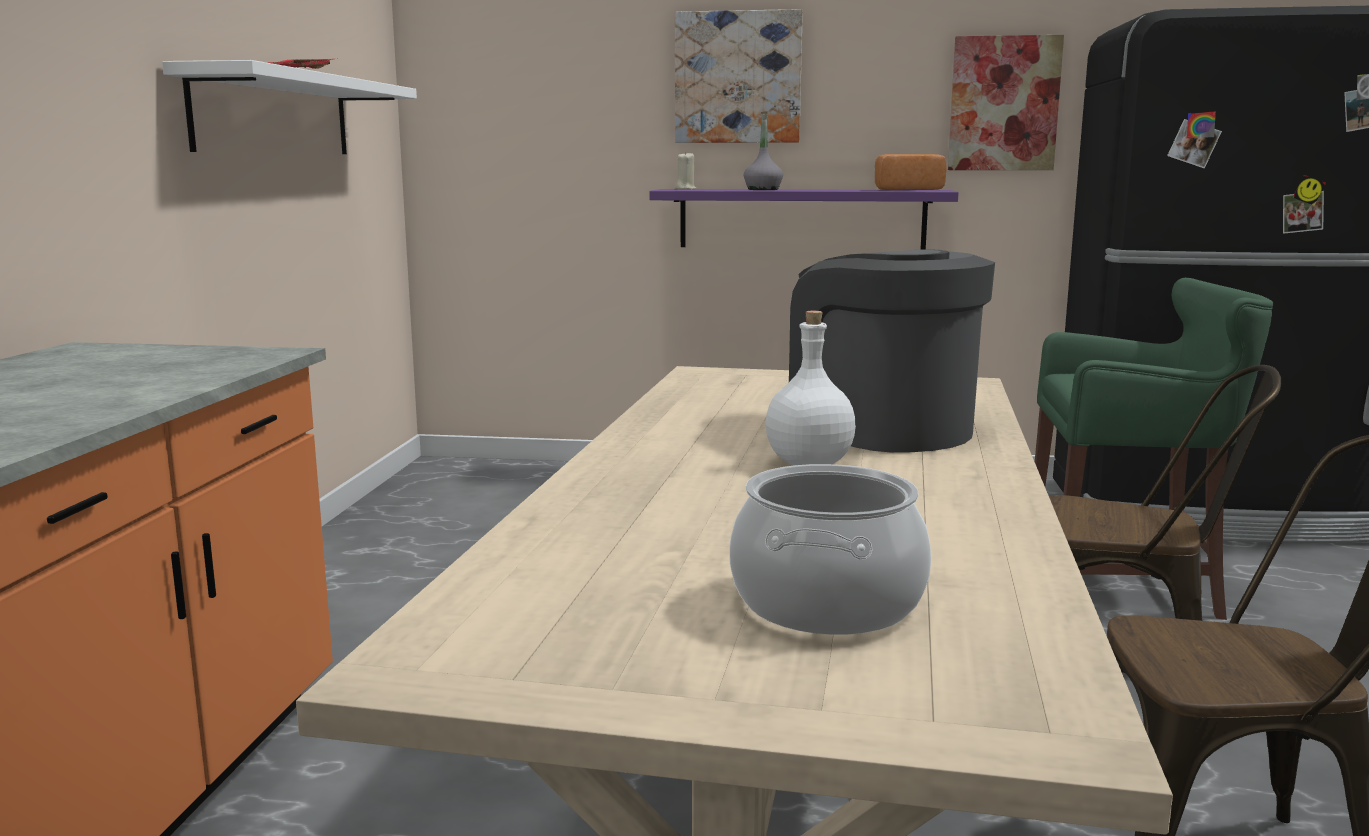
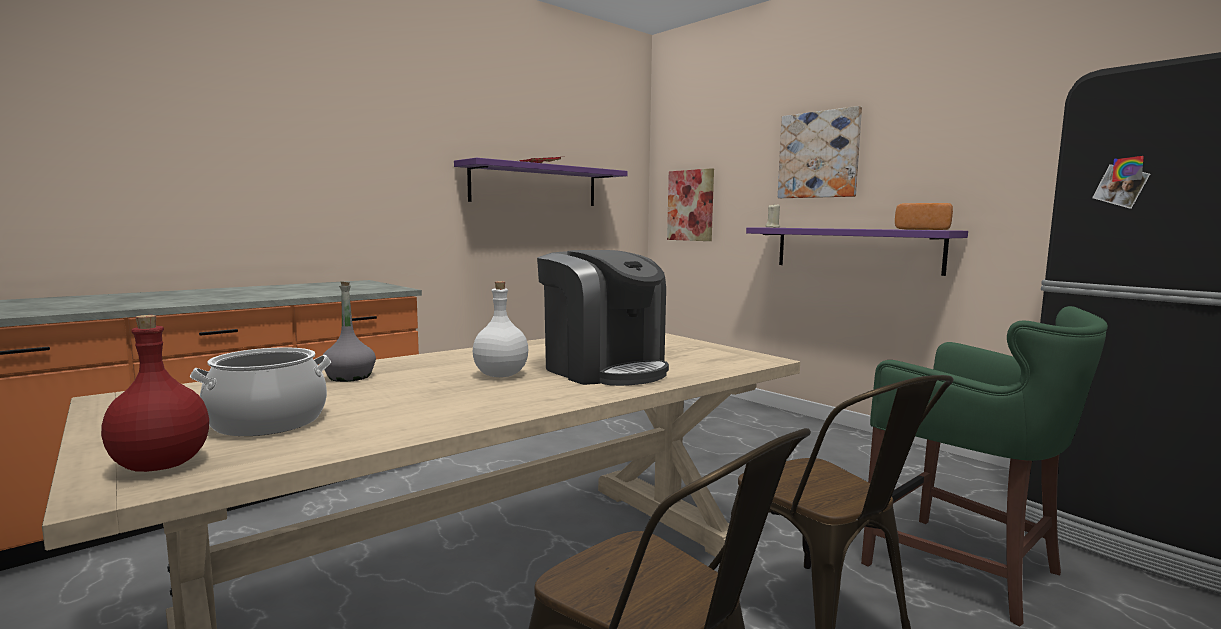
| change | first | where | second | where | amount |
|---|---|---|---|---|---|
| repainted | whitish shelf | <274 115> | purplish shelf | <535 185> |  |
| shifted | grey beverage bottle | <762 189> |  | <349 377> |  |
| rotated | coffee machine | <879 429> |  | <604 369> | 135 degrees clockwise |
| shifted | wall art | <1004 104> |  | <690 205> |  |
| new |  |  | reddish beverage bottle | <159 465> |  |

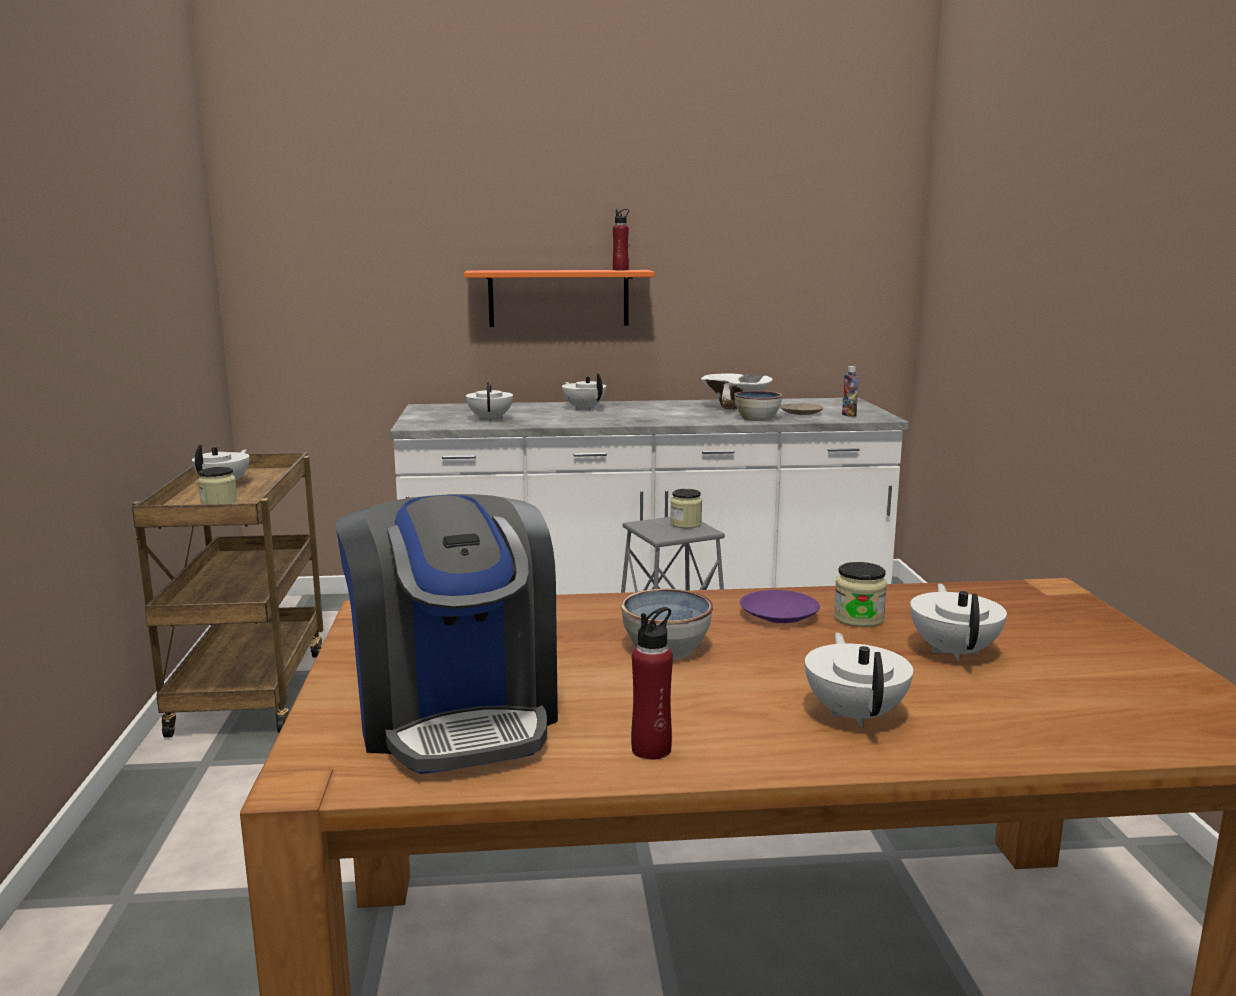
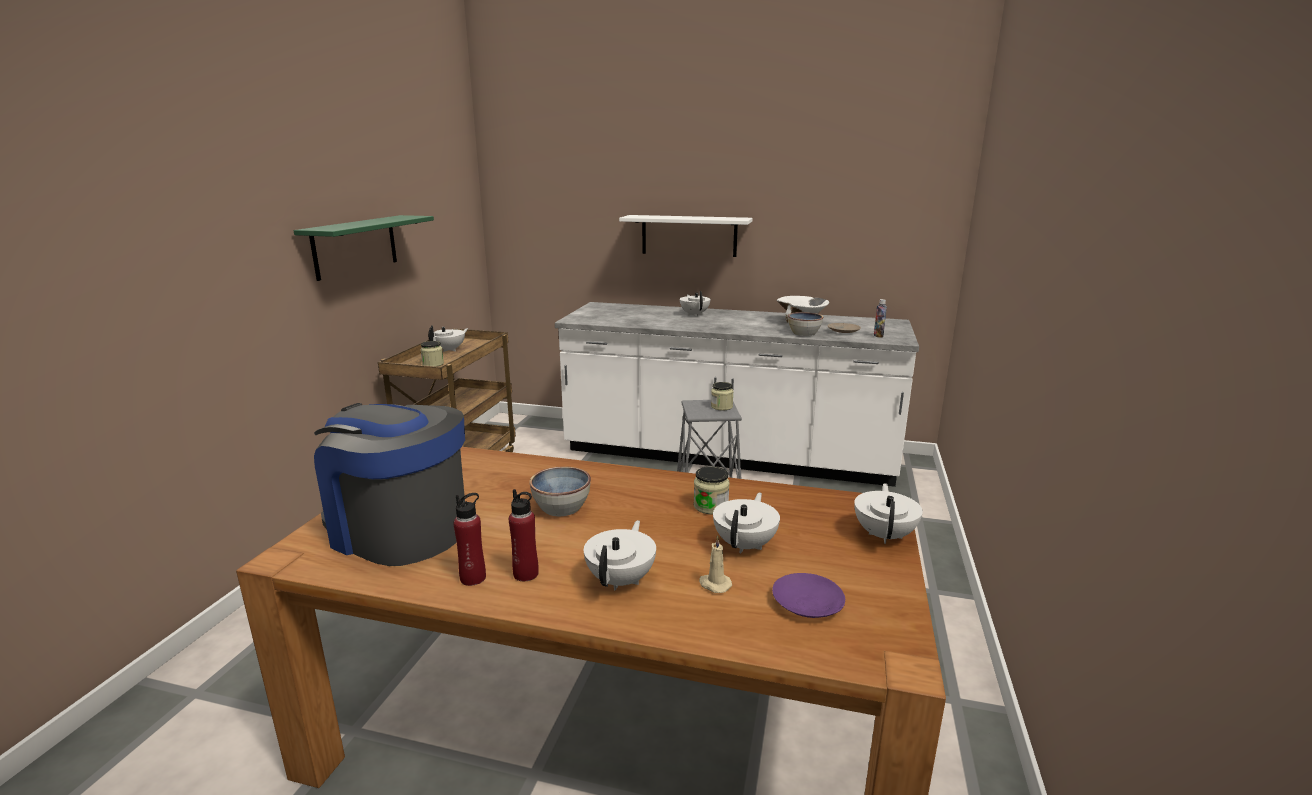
| change | first | where | second | where | amount |
|---|---|---|---|---|---|
| rotated | coffee machine | <456 713> |  | <398 530> | 120 degrees clockwise |
| repainted | orange-coloured shelf | <558 298> | whitish shelf | <689 235> |  |
| shifted | whitish pot for tea | <490 419> |  | <884 535> |  |
| shifted | reddish beverage bottle | <620 270> |  | <526 574> |  |
| shifted | purplish plate | <779 615> |  | <808 603> |  |
| new |  |  | greenish shelf | <355 246> |  |
| new |  |  | beige-coloured wax light | <714 584> |  |

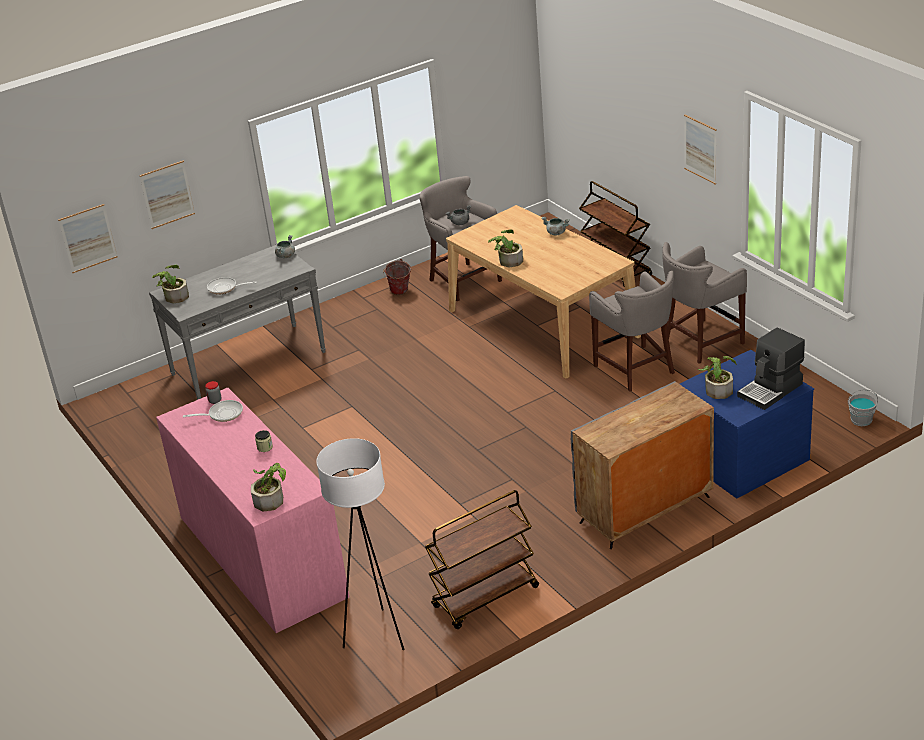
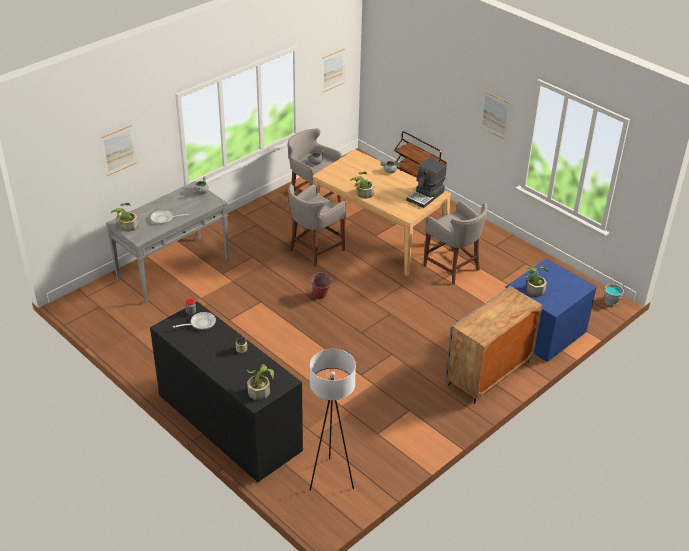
| change | first | where | second | where | amount |
|---|---|---|---|---|---|
| shifted | wall art | <88 238> |  | <333 70> |  |
| repainted | pinkish chest of drawers | <262 555> | black-coloured chest of drawers | <229 422> |  |
| shifted | water bucket | <399 293> |  | <320 296> |  |
| gone | brown-coloured trolley | <485 598> |  |  |  |
| shifted | grey sitting stool | <700 342> |  | <315 250> |  |
| shifted | coffee machine | <771 390> |  | <426 196> |  |

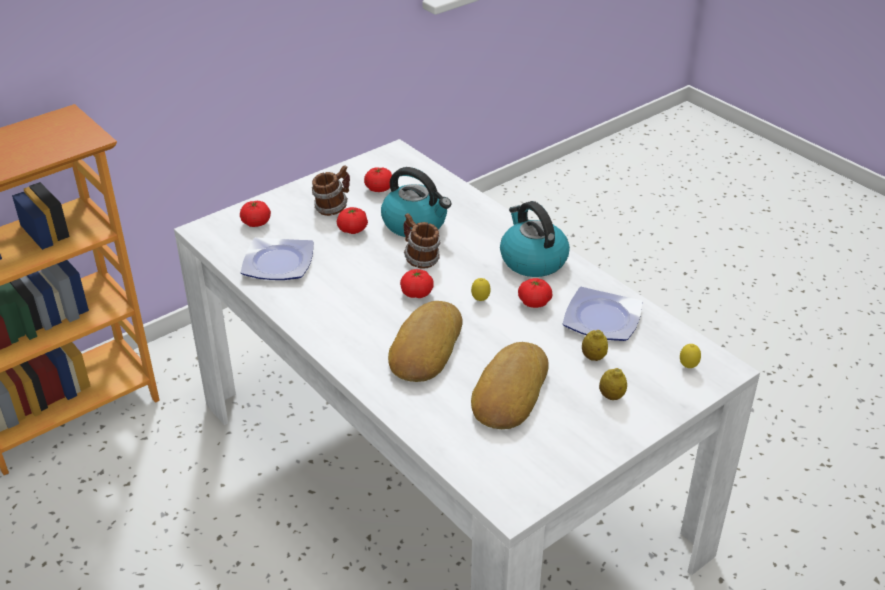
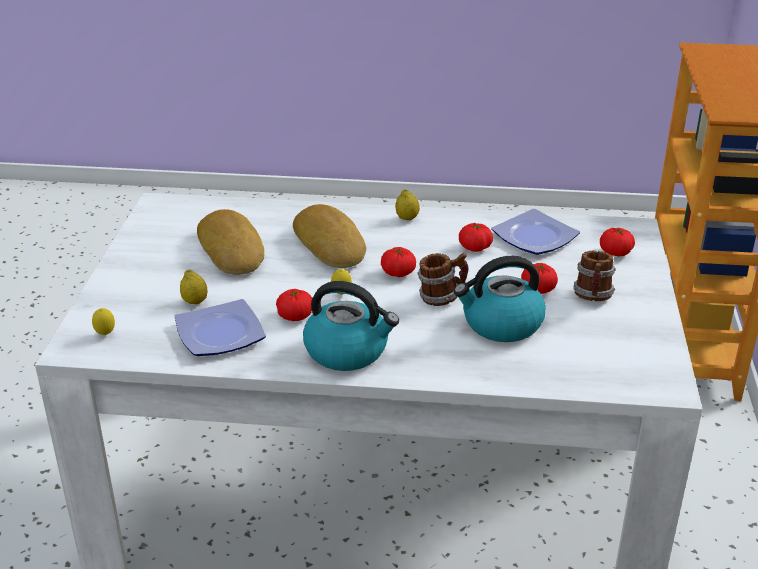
| change | first | where | second | where | amount |
|---|---|---|---|---|---|
| shifted | tomato | <379 188> |  | <475 248> |  |
| shifted | citrus fruit | <611 396> |  | <407 218> |  |

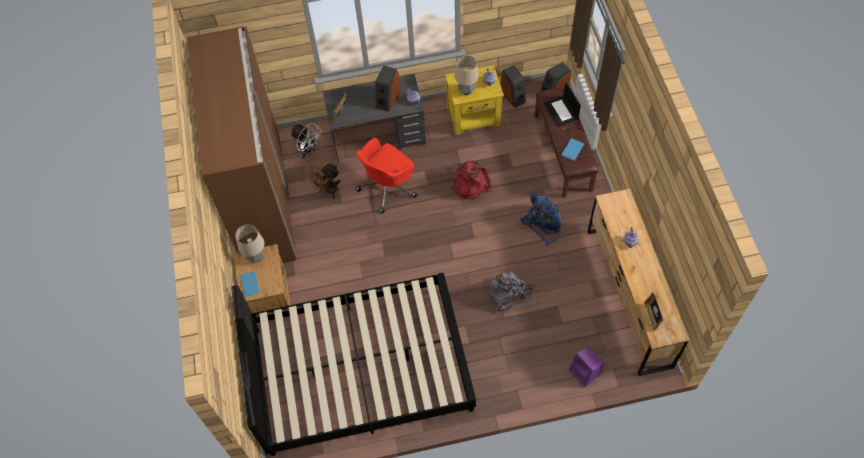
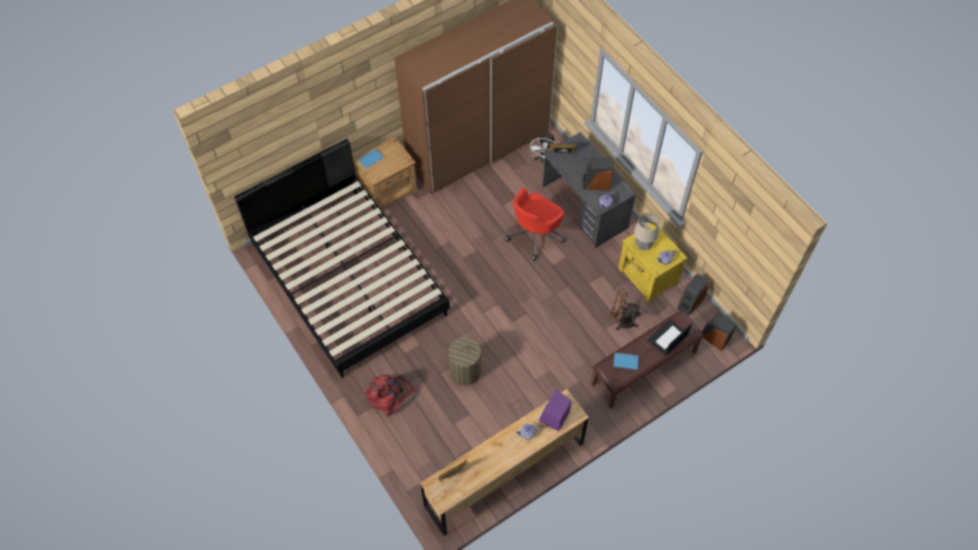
| change | first | where | second | where | amount |
|---|---|---|---|---|---|
| gone | tabletop lamp | <256 257> |  |  |  |
| shifted | brown-coloured electric fan | <328 191> |  | <621 321> |  |
| rotated | reddish office chair | <388 187> |  | <534 234> | 75 degrees counterclockwise |
| shifted | reddish backpack | <470 184> |  | <389 395> |  |
| swapped | grey backpack | <511 295> | laundry basket | <465 371> |  |
| gone | bluish backpack | <543 223> |  |  |  |
| shifted | purplish audio speaker | <585 372> |  | <553 417> |  |

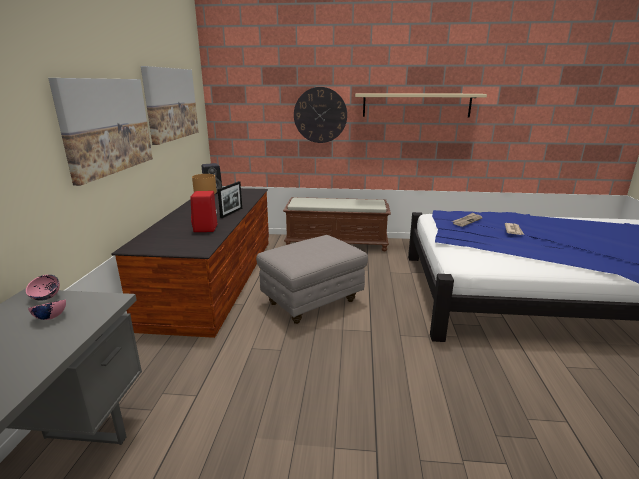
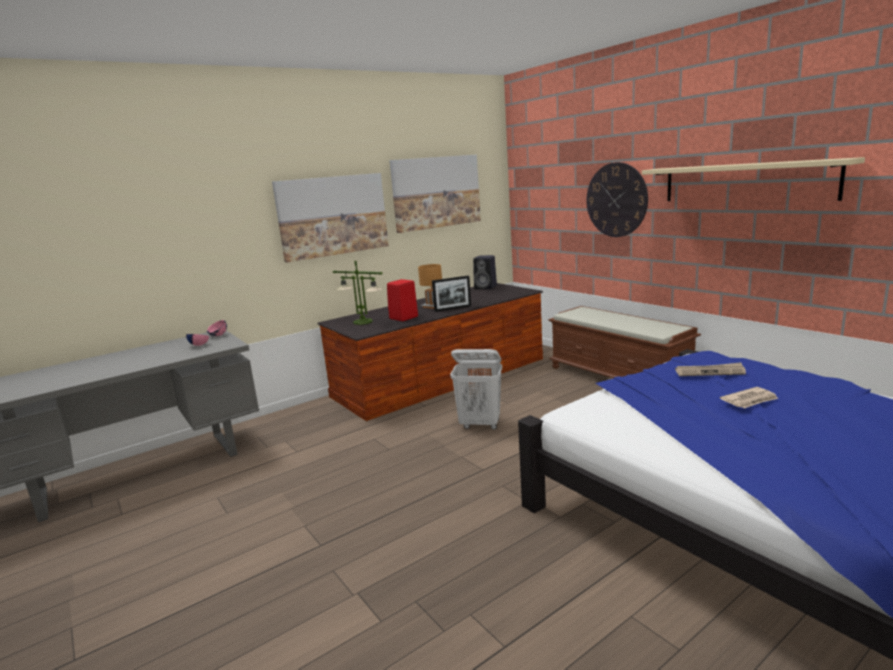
| change | first | where | second | where | amount |
|---|---|---|---|---|---|
| swapped | grey pouffe | <312 302> | whitish laundry basket | <480 424> |  |
| new |  |  | tabletop lamp | <362 322> |  |

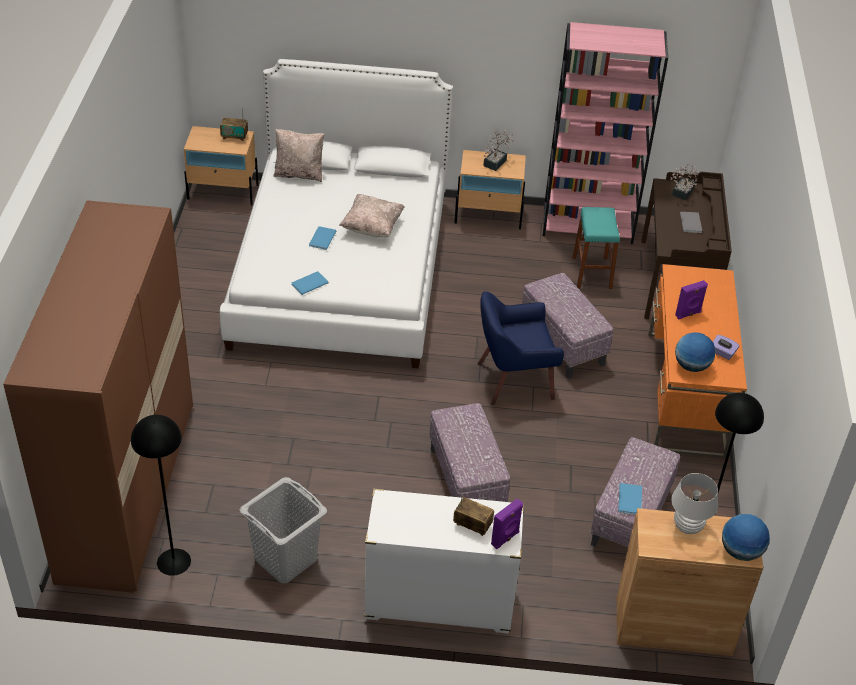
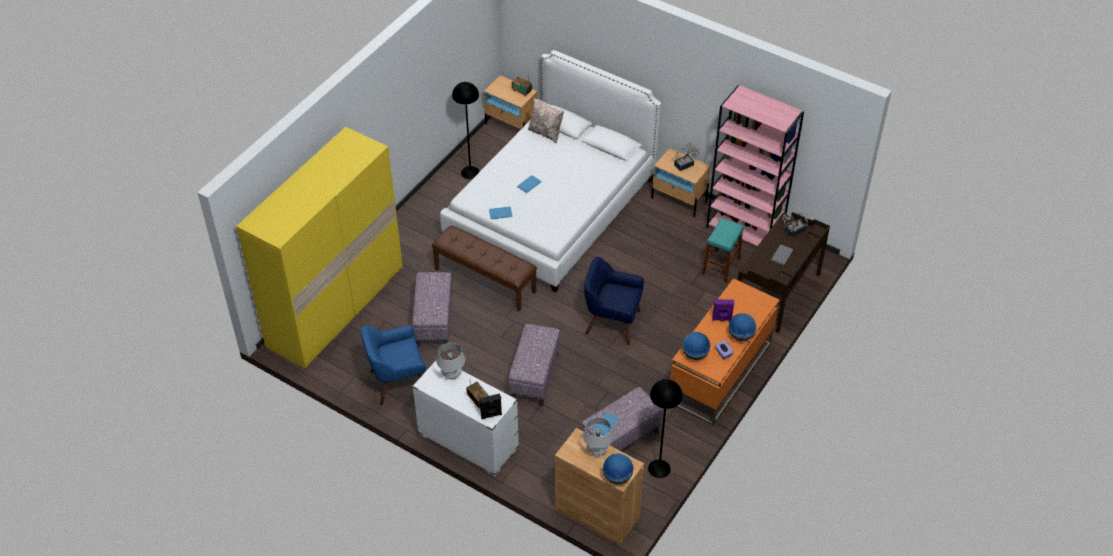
| change | first | where | second | where | amount |
|---|---|---|---|---|---|
| repainted | brown-coloured wardrobe | <128 489> | yellow wardrobe | <336 306> |  |
| shifted | black-coloured standing lamp | <174 561> |  | <470 172> |  |
| swapped | grey laundry basket | <285 559> | bluish armchair | <397 382> |  |
| gone | beige-coloured cushion | <372 227> |  |  |  |
| repainted | purplish audio speaker | <505 538> | black-coloured audio speaker | <491 415> |  |
| shifted | pouffe | <561 343> |  | <433 321> |  |
| new |  |  | brown-coloured long seat | <485 280> |  |
| new |  |  | whitish tabletop lamp | <452 375> |  |
| new |  |  | world globe | <741 336> |  |

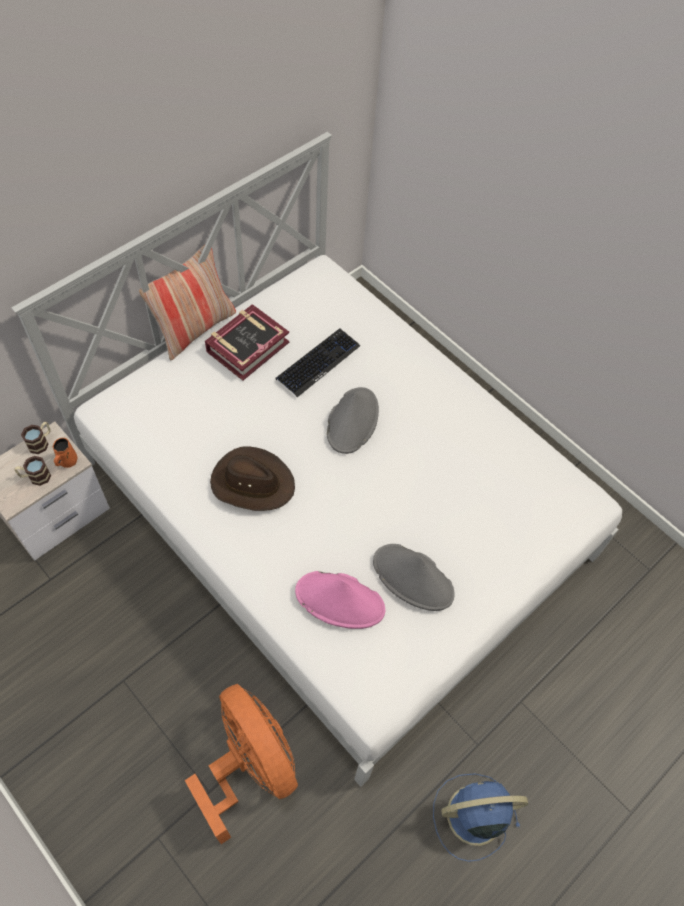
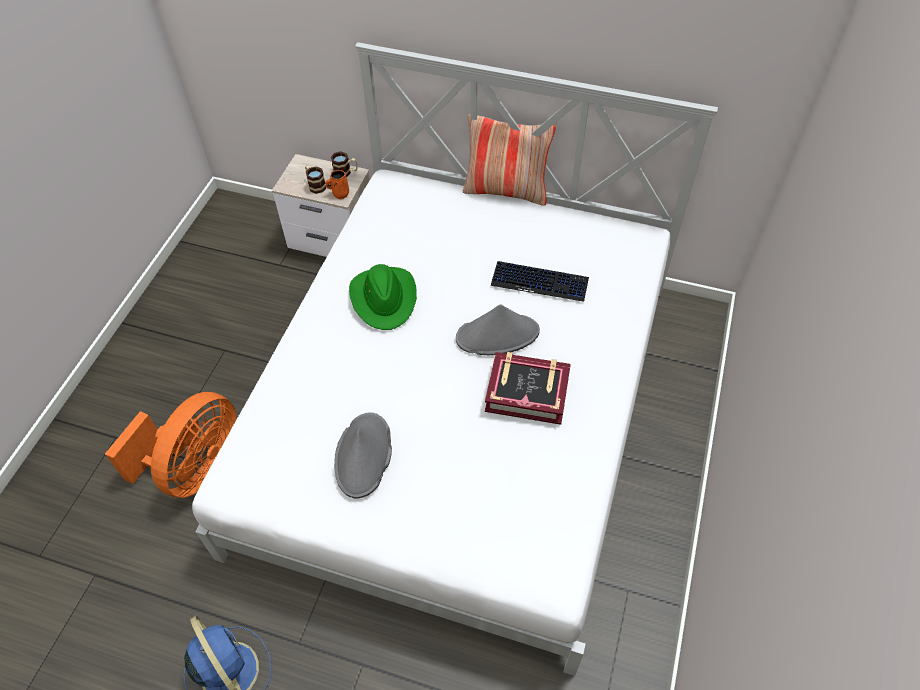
| change | first | where | second | where | amount |
|---|---|---|---|---|---|
| shifted | bound book | <247 346> |  | <527 392> |  |
| repainted | brown-coloured wearable hat | <252 482> | greenish wearable hat | <384 298> |  |
| gone | pinkish wearable hat | <340 600> |  |  |  |

